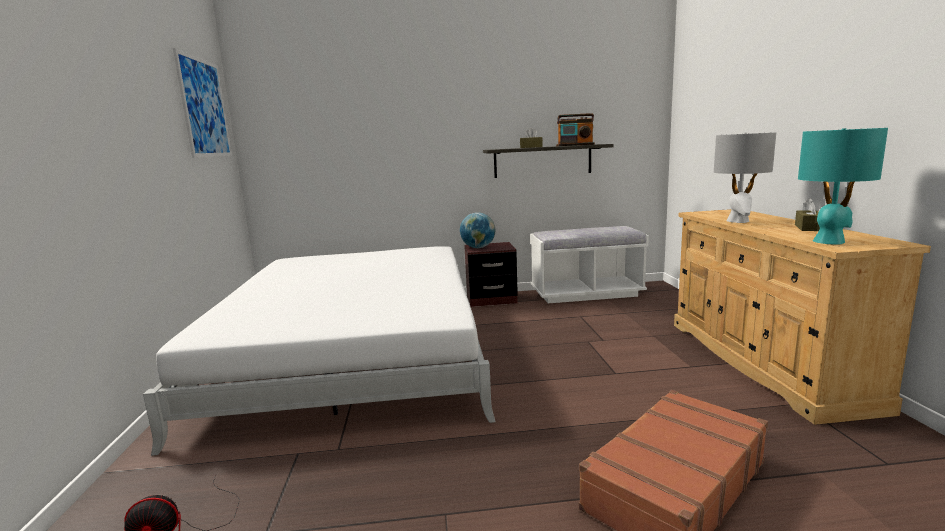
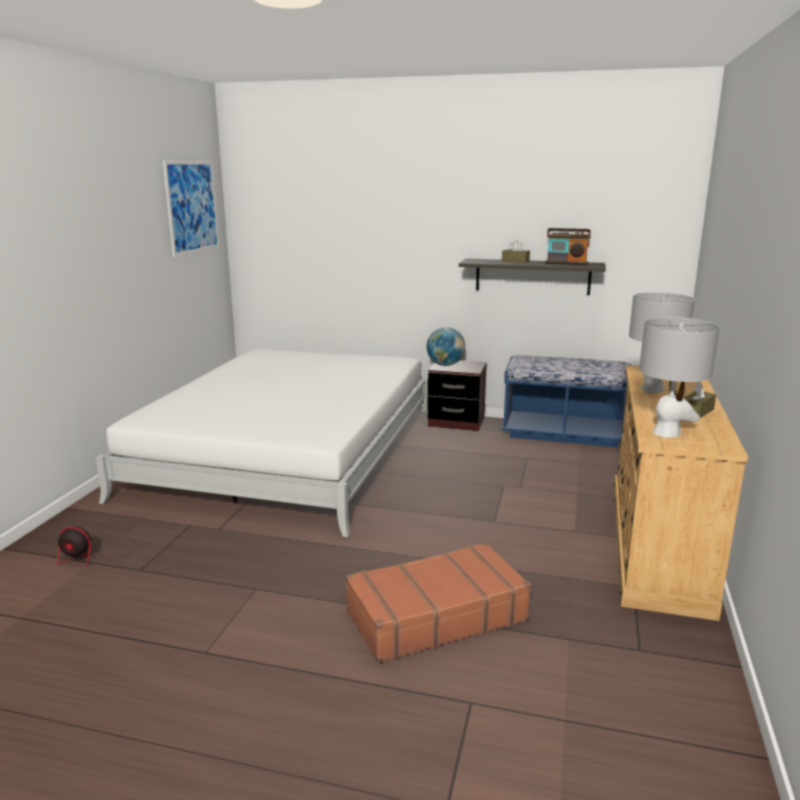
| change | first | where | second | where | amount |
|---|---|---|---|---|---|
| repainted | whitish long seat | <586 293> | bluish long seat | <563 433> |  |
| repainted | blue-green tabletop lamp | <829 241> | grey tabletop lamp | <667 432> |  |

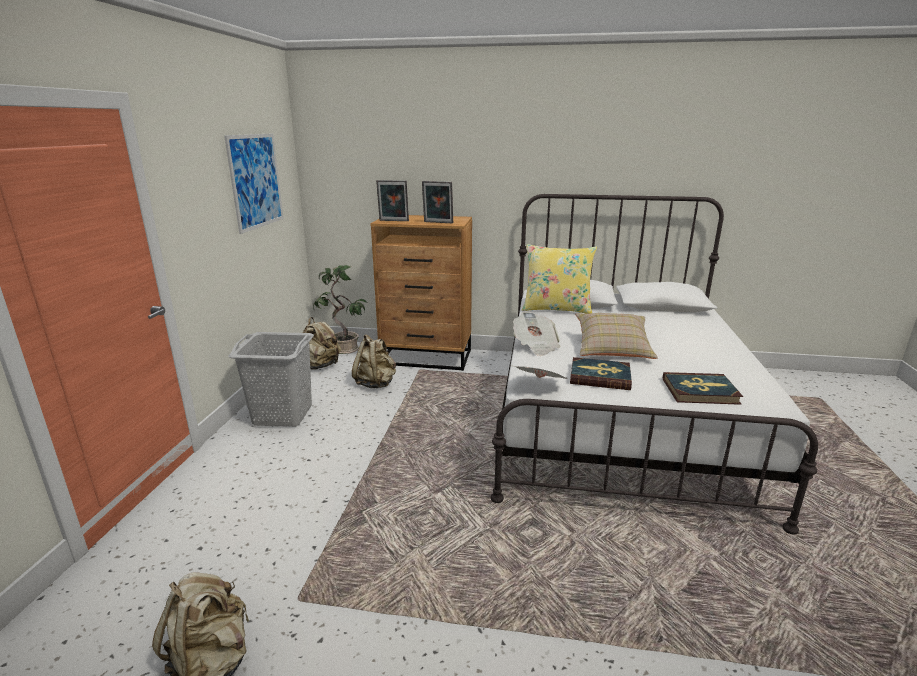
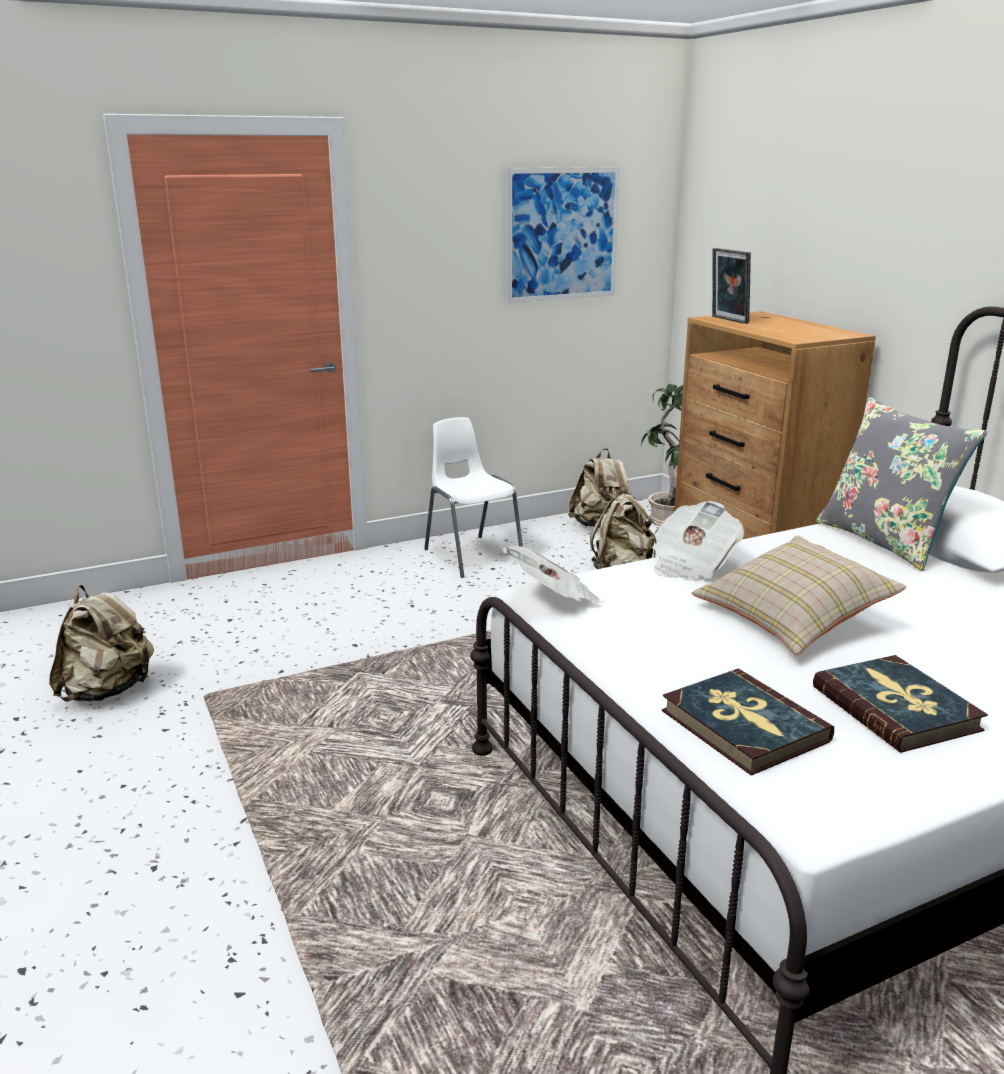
| change | first | where | second | where | amount |
|---|---|---|---|---|---|
| swapped | grey laundry basket | <282 415> | whitish chair | <472 555> |  |
| gone | picture frame | <438 222> |  |  |  |
| repainted | yellow cushion | <556 309> | grey cushion | <884 541> |  |
| shifted | bound book | <600 377> |  | <896 708> |  |

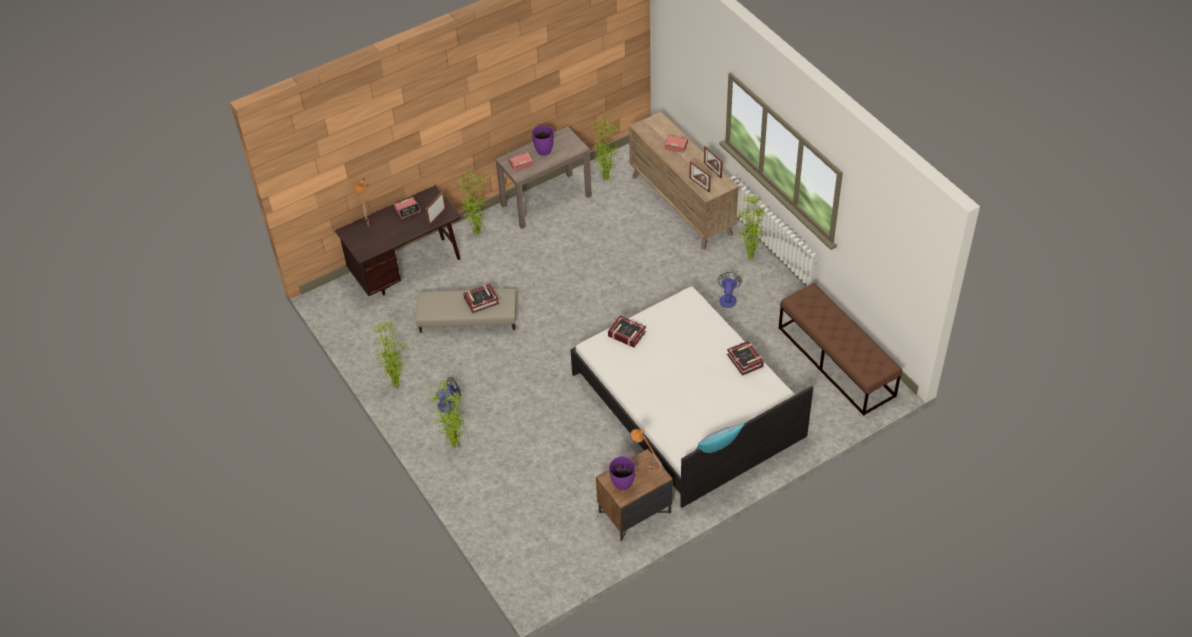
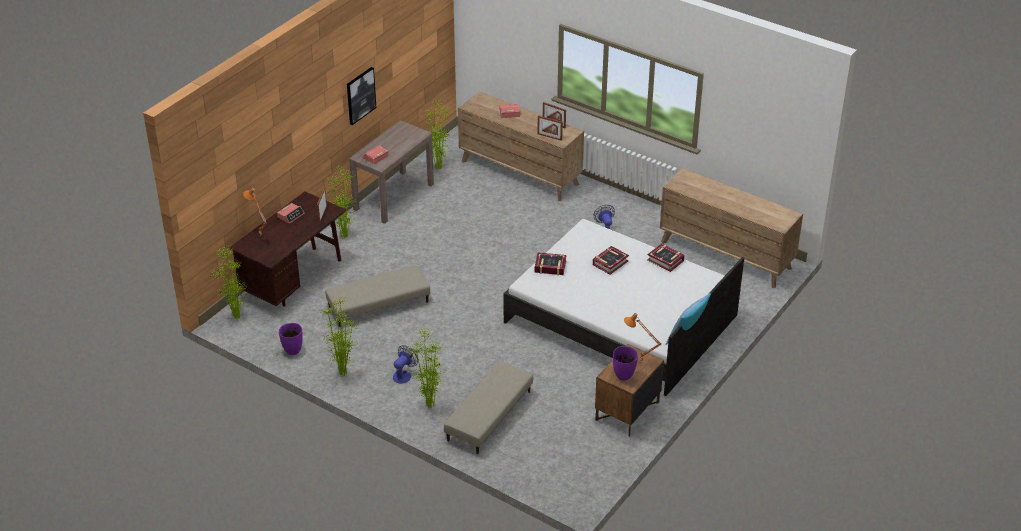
| change | first | where | second | where | amount |
|---|---|---|---|---|---|
| shifted | bound book | <481 300> |  | <610 263> |  |
| shifted | purplish vase | <544 151> |  | <292 350> |  |
| shifted | potted plant | <749 258> |  | <236 318> |  |
| swapped | brown-coloured long seat | <836 362> | brown-coloured chest of drawers | <726 255> |  |
| new |  |  | wall art | <360 95> |  |
| new |  |  | beige-coloured pouffe | <489 415> |  |

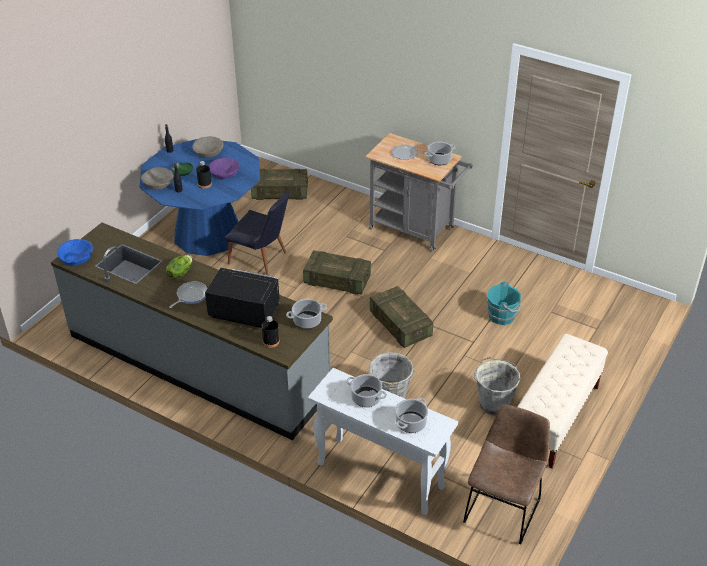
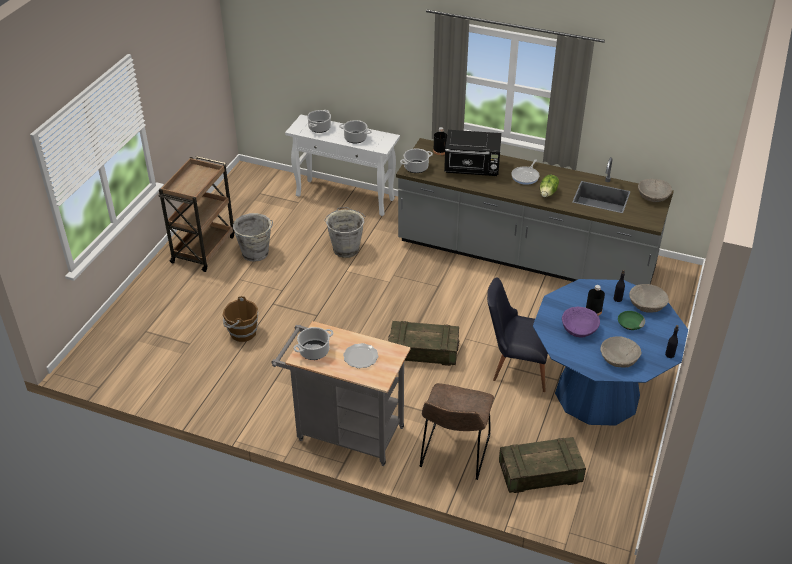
| change | first | where | second | where | amount |
|---|---|---|---|---|---|
| repainted | bluish bowl | <77 258> | beige-coloured bowl | <653 196> |  |
| gone | packing crate | <400 325> |  |  |  |
| shifted | brown-coloured chair | <503 507> |  | <454 454> |  |
| repainted | blue-green water bucket | <502 316> | brown-coloured water bucket | <242 332> |  |
| swapped | beige-coloured long seat | <554 418> | brown-coloured trolley | <204 248> |  |

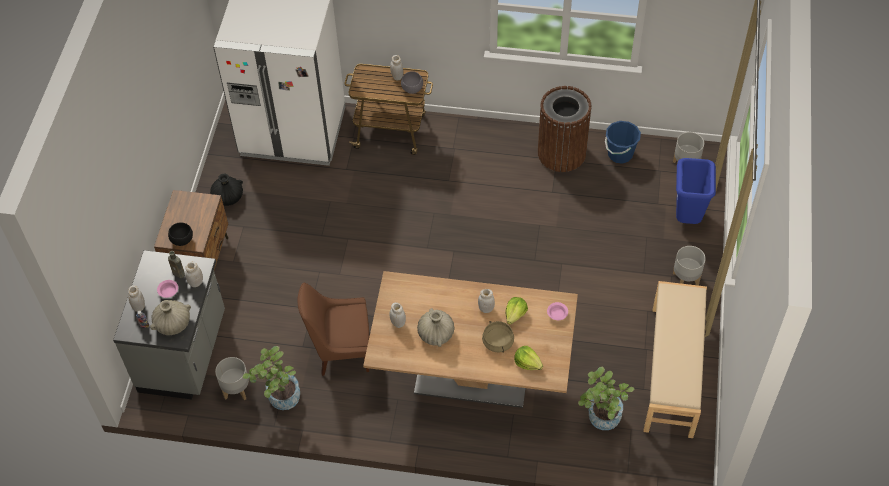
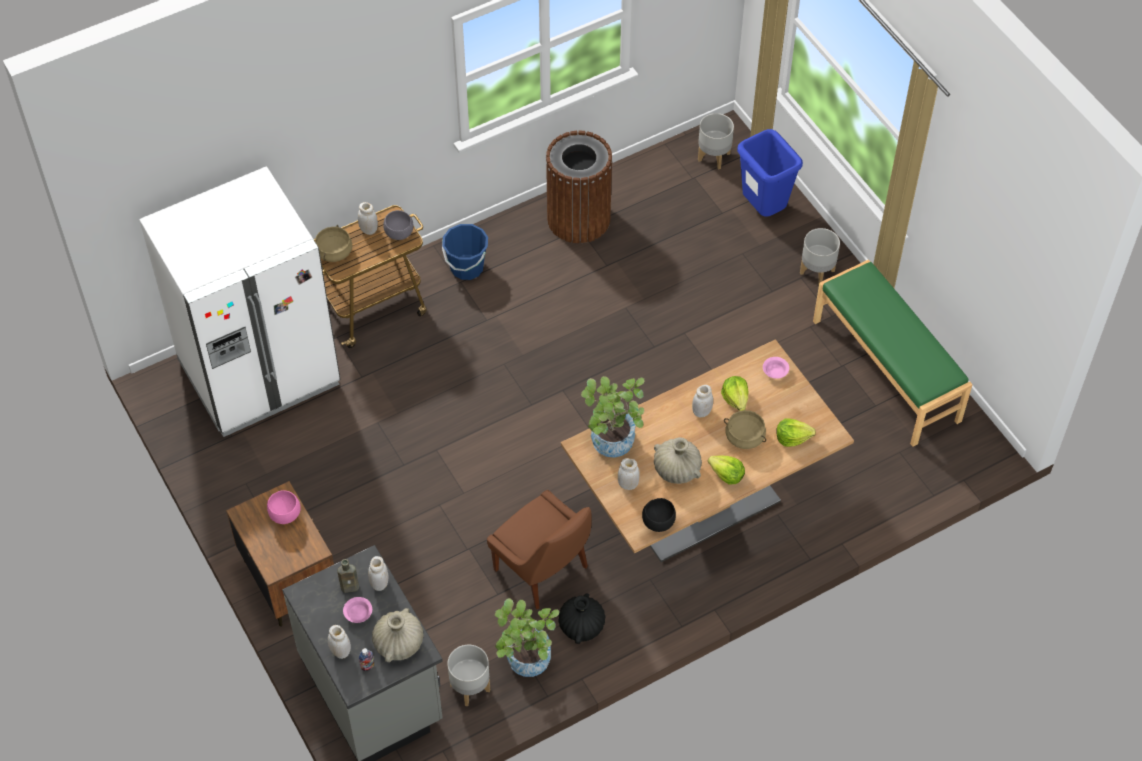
| change | first | where | second | where | amount |
|---|---|---|---|---|---|
| shifted | black-coloured bowl | <182 239> |  | <657 522> |  |
| shifted | black-coloured vase | <228 197> |  | <581 626> |  |
| rotated | brown-coloured chair | <341 351> |  | <543 571> | 90 degrees counterclockwise |
| shifted | potted plant | <600 419> |  | <611 446> |  |
| shifted | bluish water bucket | <620 154> |  | <466 267> |  |
| repainted | beige-coloured long seat | <673 371> | greenish long seat | <886 370> |  |
| new |  |  | pinkish bowl | <284 516> |  |
| new |  |  | beige-coloured stockpot | <334 252> |  |
| new |  |  | lettuce head | <726 475> |  |

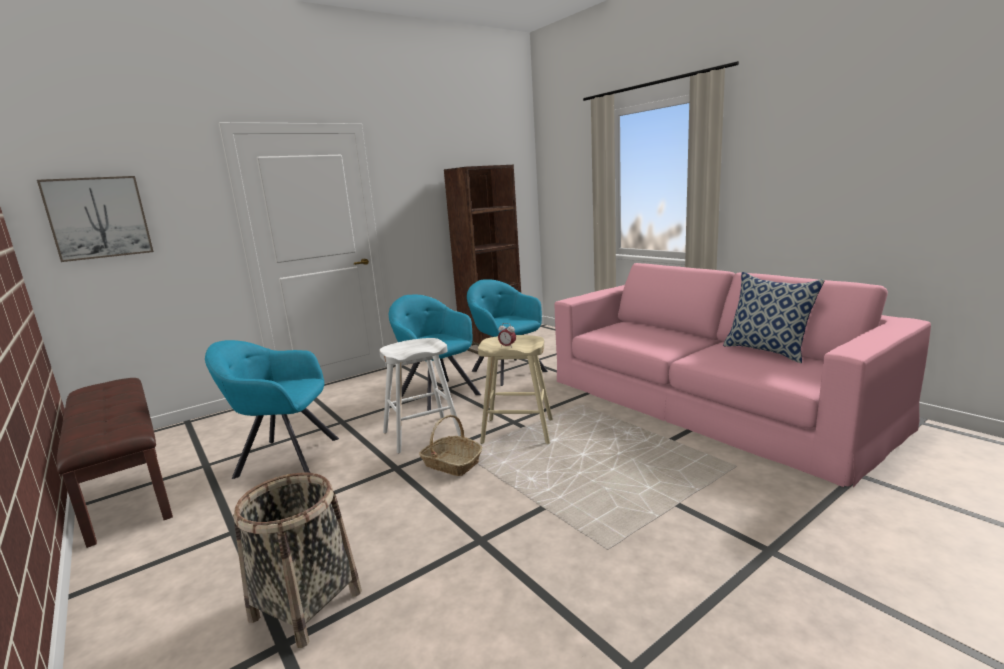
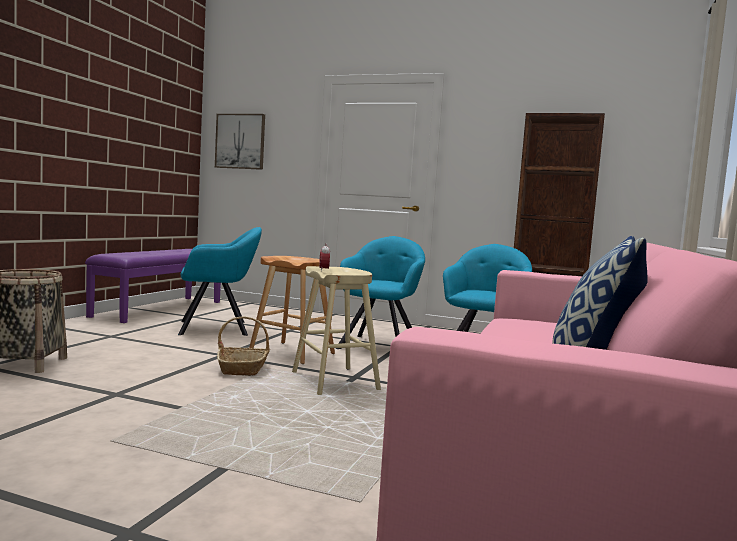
| change | first | where | second | where | amount |
|---|---|---|---|---|---|
| repainted | brown-coloured long seat | <124 484> | purplish long seat | <159 309> |  |
| rotated | blue-green armchair | <284 457> |  | <217 328> | 105 degrees clockwise |
| repainted | whitish sitting stool | <421 434> | brown-coloured sitting stool | <291 352> |  |

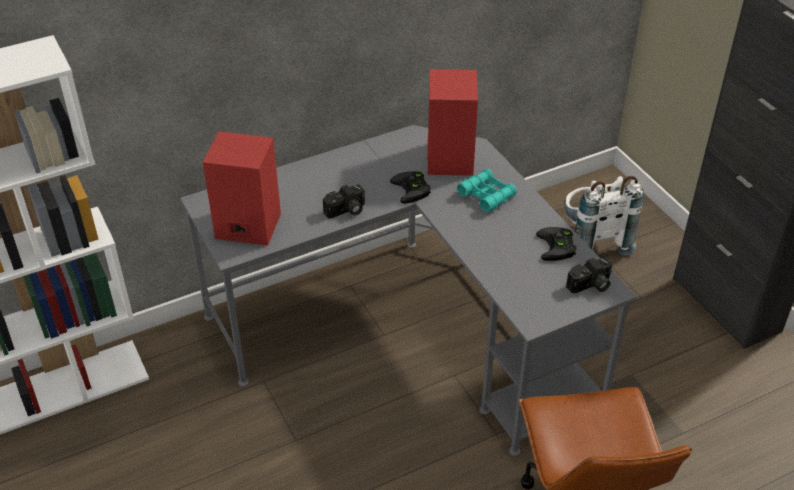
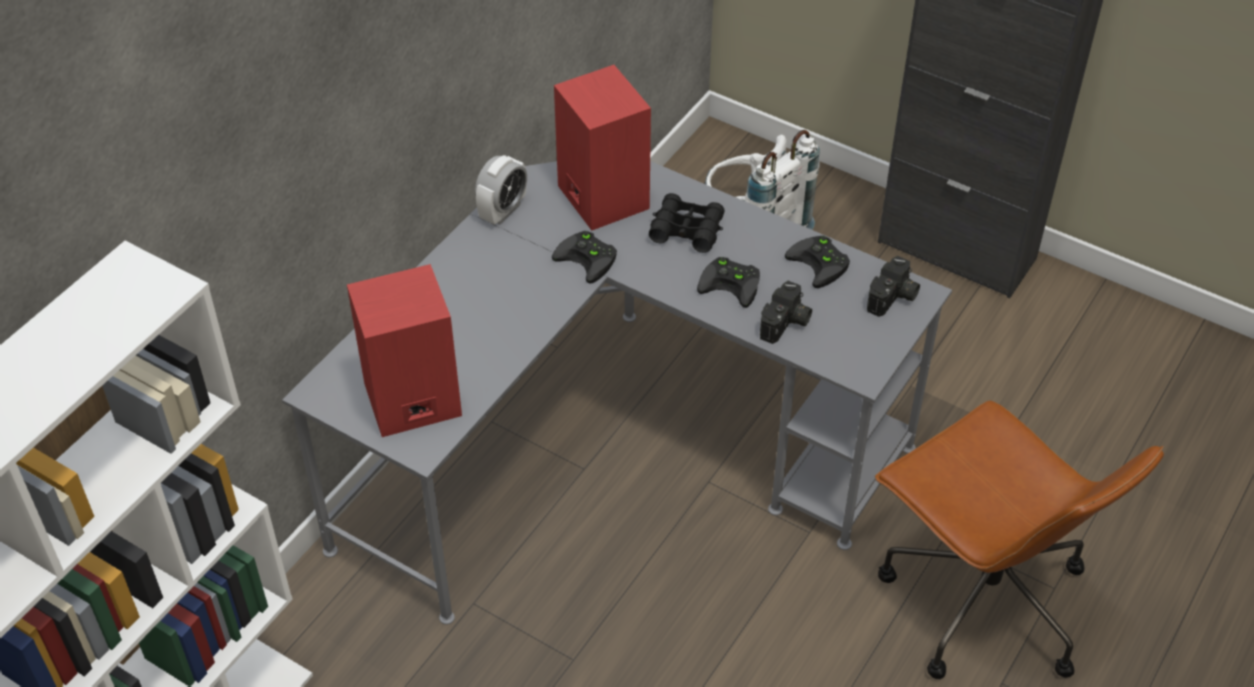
| change | first | where | second | where | amount |
|---|---|---|---|---|---|
| shifted | photo camera | <346 211> |  | <786 324> |  |
| repainted | blue-green field glasses | <486 195> | black-coloured field glasses | <686 230> |  |
| new |  |  | bedside clock | <503 211> |  |
| new |  |  | black-coloured joypad | <733 284> |  |

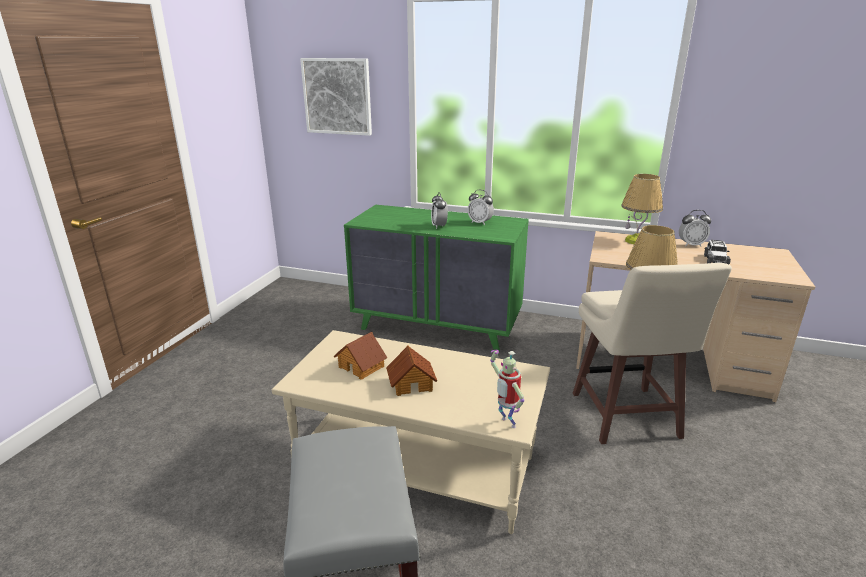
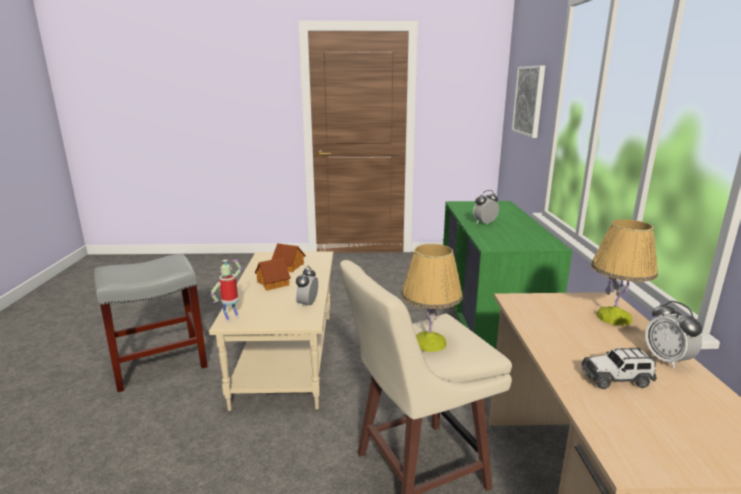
| change | first | where | second | where | amount |
|---|---|---|---|---|---|
| shifted | bedside clock | <480 223> |  | <307 304> |  |

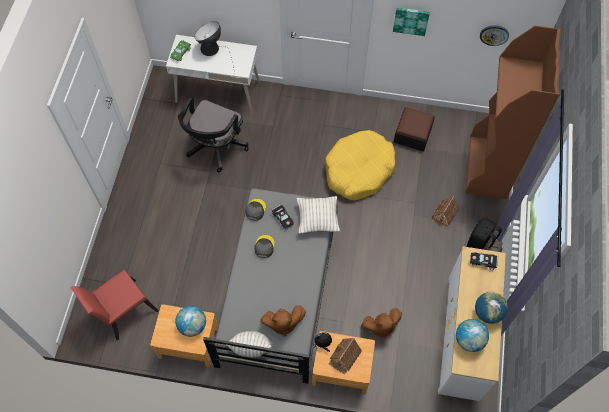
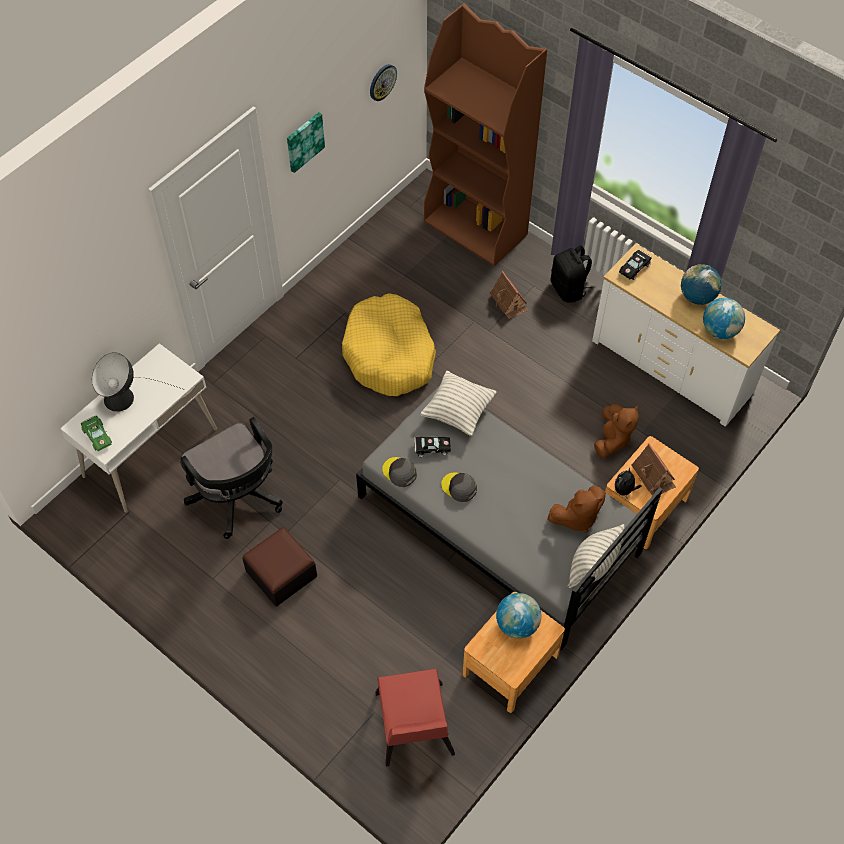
| change | first | where | second | where | amount |
|---|---|---|---|---|---|
| rotated | brown-coloured plush toy | <282 323> |  | <576 517> | 45 degrees clockwise |
| shifted | pouffe | <412 134> |  | <281 573> |  |

